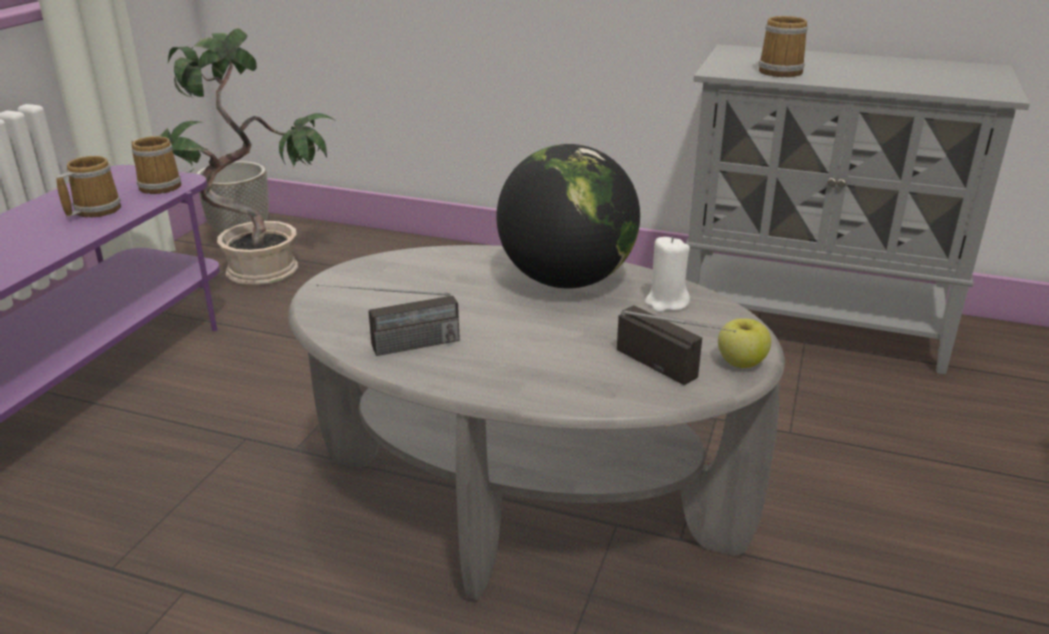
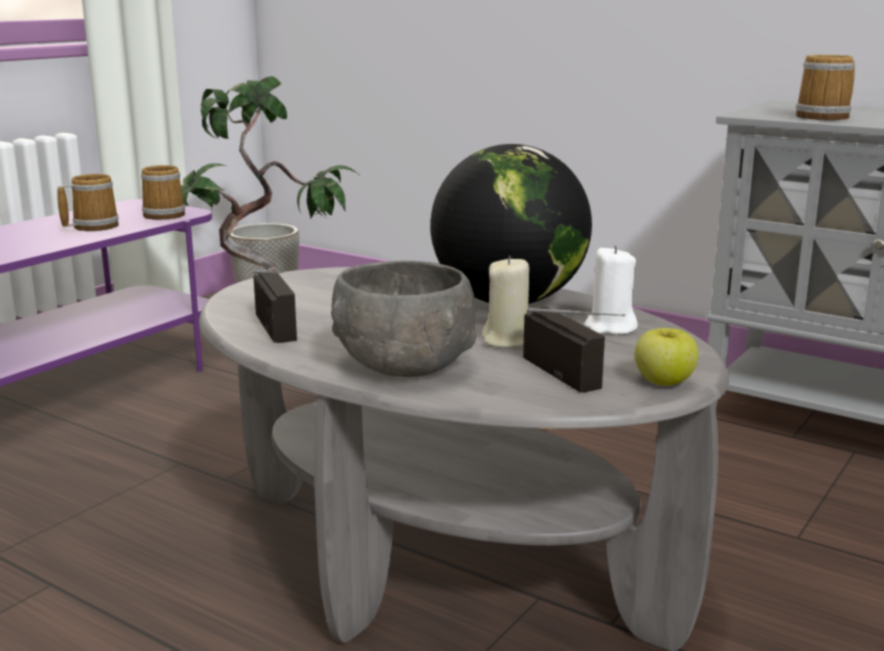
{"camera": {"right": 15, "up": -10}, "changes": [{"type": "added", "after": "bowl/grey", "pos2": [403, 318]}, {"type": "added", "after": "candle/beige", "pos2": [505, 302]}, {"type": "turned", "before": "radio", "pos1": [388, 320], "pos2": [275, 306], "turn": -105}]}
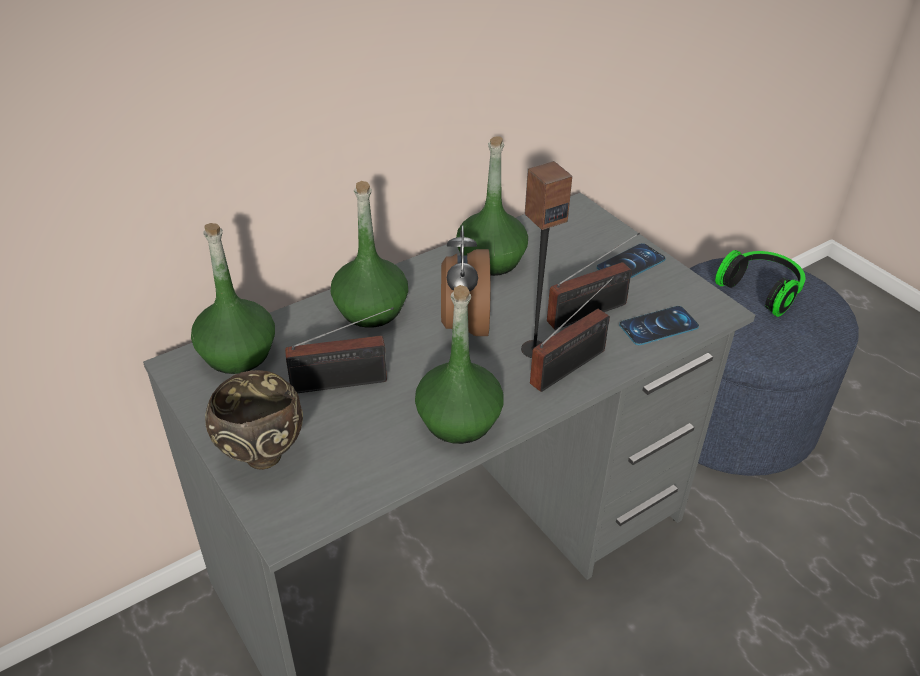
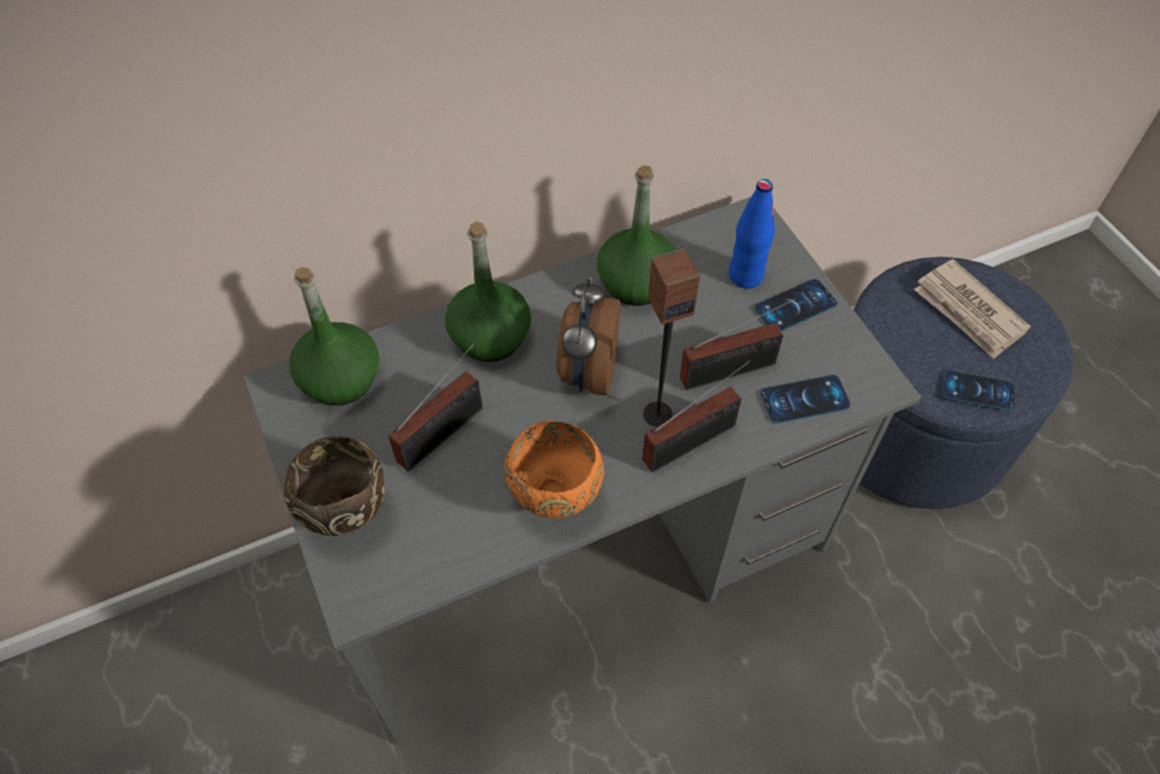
{"camera": {"right": 10, "up": 15}, "changes": [{"type": "added", "after": "bottle/blue", "pos2": [752, 234]}, {"type": "added", "after": "phone", "pos2": [979, 390]}, {"type": "replaced", "before": "bottle/green", "after": "bowl/orange", "pos1": [459, 364], "pos2": [554, 469]}, {"type": "replaced", "before": "headphones", "after": "newspaper", "pos1": [760, 283], "pos2": [972, 309]}, {"type": "turned", "before": "radio", "pos1": [339, 350], "pos2": [435, 406], "turn": -45}]}
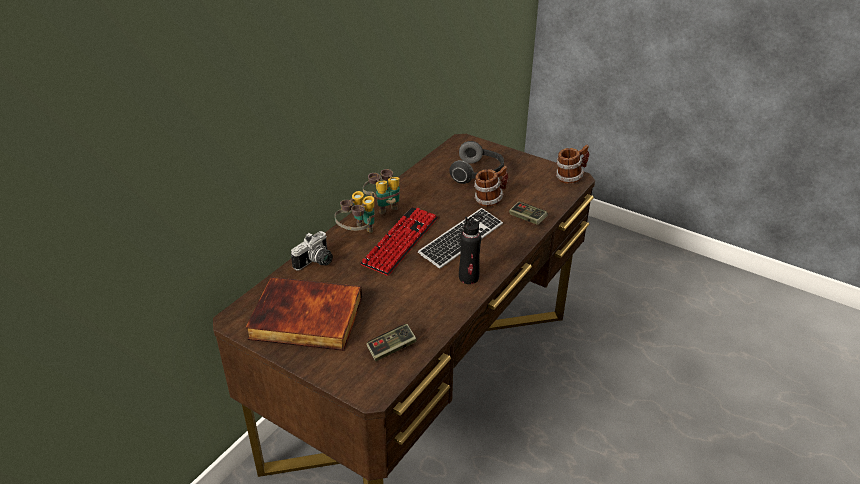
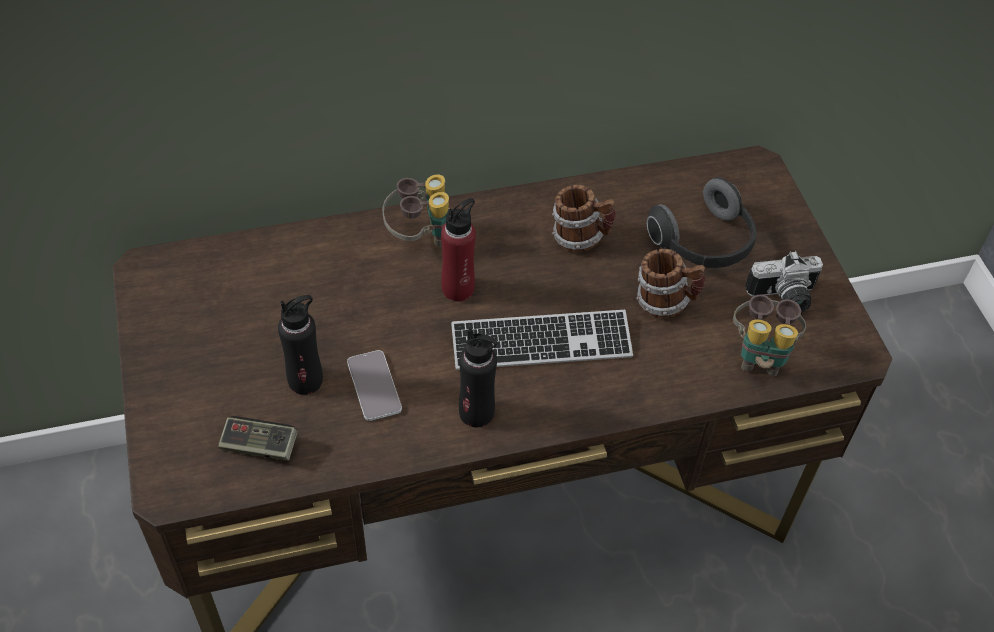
{"camera": {"right": 40, "up": 15}, "changes": [{"type": "removed", "before": "book", "pos1": [304, 314]}, {"type": "removed", "before": "game controller", "pos1": [528, 213]}, {"type": "added", "after": "bottle/black", "pos2": [300, 345]}, {"type": "added", "after": "phone", "pos2": [374, 385]}, {"type": "moved", "before": "photo camera", "pos1": [312, 250], "pos2": [784, 281]}, {"type": "moved", "before": "binoculars", "pos1": [381, 191], "pos2": [769, 335]}, {"type": "moved", "before": "mug", "pos1": [572, 164], "pos2": [584, 218]}, {"type": "replaced", "before": "keyboard", "after": "bottle/red", "pos1": [399, 241], "pos2": [458, 250]}]}
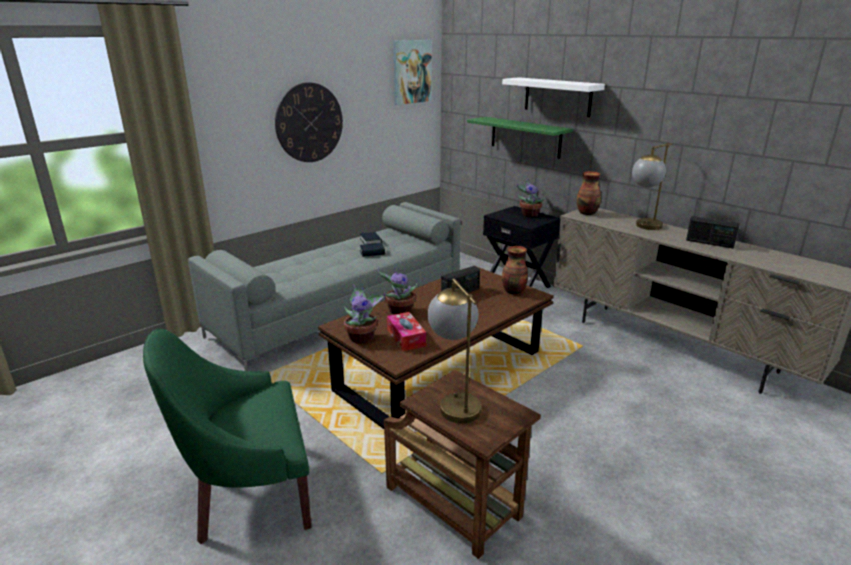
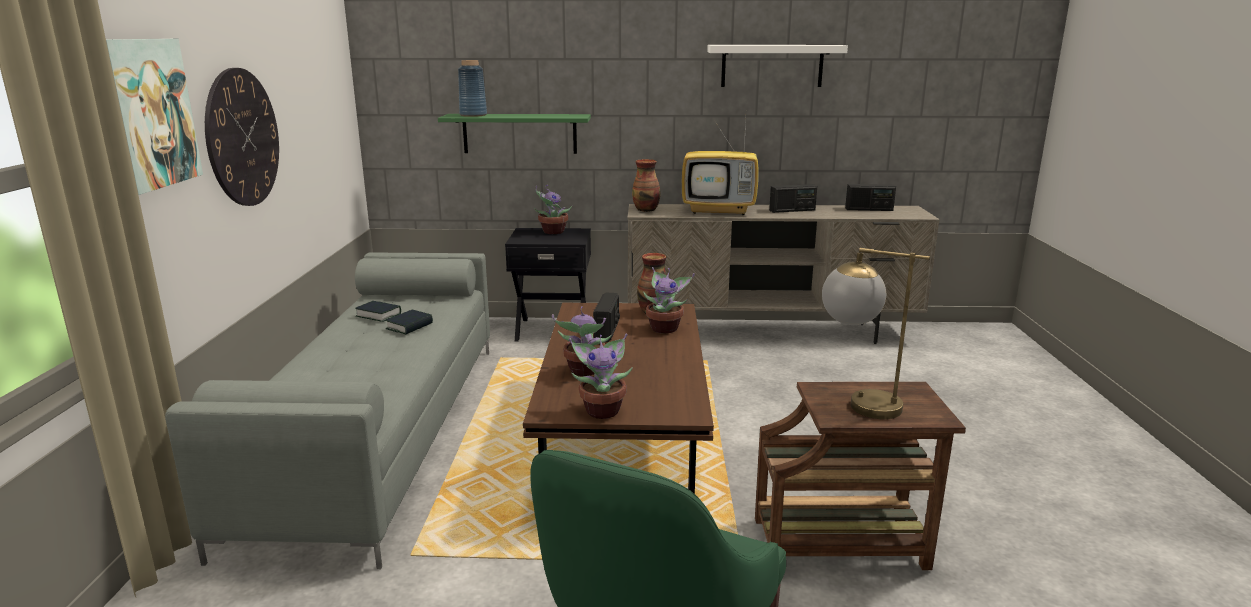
{"camera": {"right": -45, "up": -5}, "changes": [{"type": "removed", "before": "tissue box", "pos1": [406, 331]}, {"type": "added", "after": "vase/blue", "pos2": [472, 88]}, {"type": "added", "after": "potted plant", "pos2": [669, 300]}, {"type": "added", "after": "radio", "pos2": [870, 197]}, {"type": "moved", "before": "picture", "pos1": [412, 72], "pos2": [154, 117]}, {"type": "moved", "before": "shelf/white", "pos1": [553, 97], "pos2": [777, 66]}, {"type": "replaced", "before": "table lamp", "after": "television", "pos1": [652, 186], "pos2": [720, 167]}]}
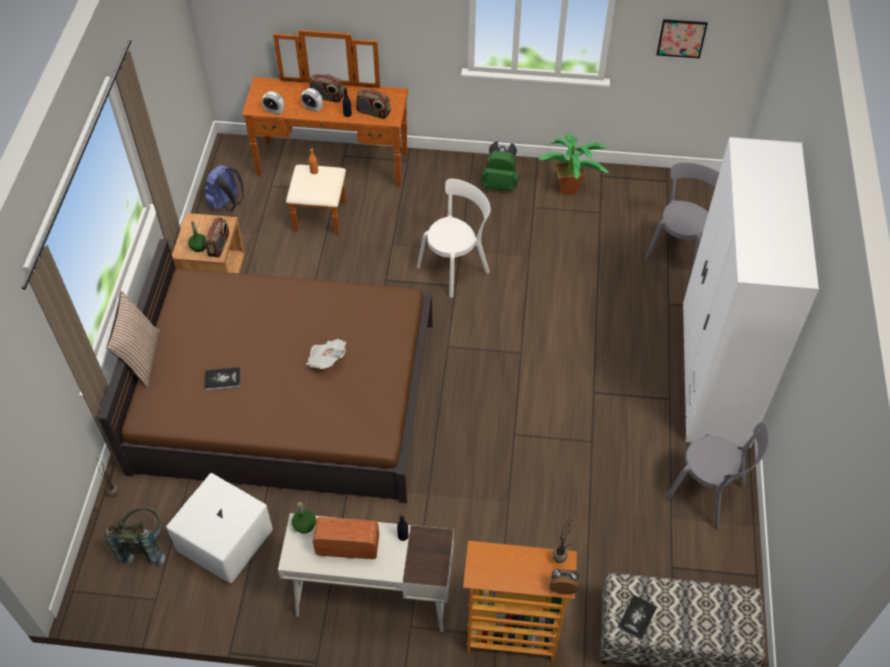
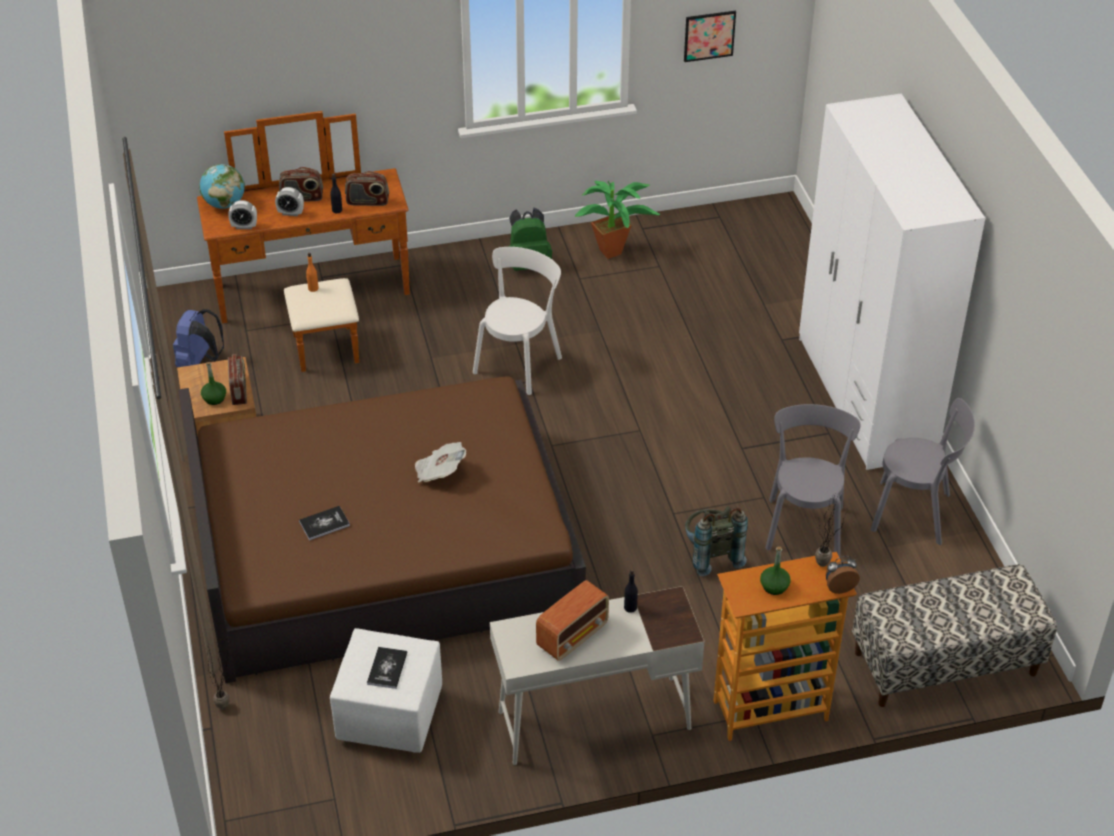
{"camera": {"right": -20, "up": -10}, "changes": [{"type": "removed", "before": "pillow", "pos1": [133, 338]}, {"type": "added", "after": "globe", "pos2": [222, 186]}, {"type": "moved", "before": "backpack/grey", "pos1": [135, 536], "pos2": [716, 541]}, {"type": "moved", "before": "bottle/green", "pos1": [304, 518], "pos2": [775, 570]}, {"type": "moved", "before": "book", "pos1": [637, 617], "pos2": [387, 668]}, {"type": "moved", "before": "chair/grey", "pos1": [682, 217], "pos2": [813, 480]}, {"type": "turned", "before": "radio", "pos1": [346, 538], "pos2": [572, 620], "turn": 150}]}
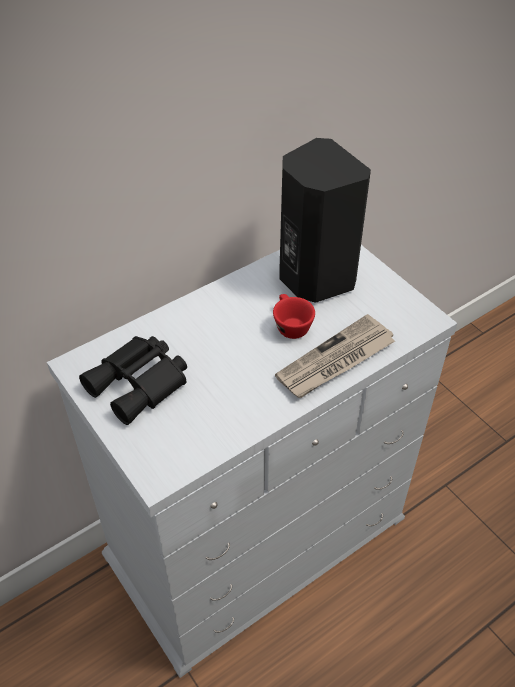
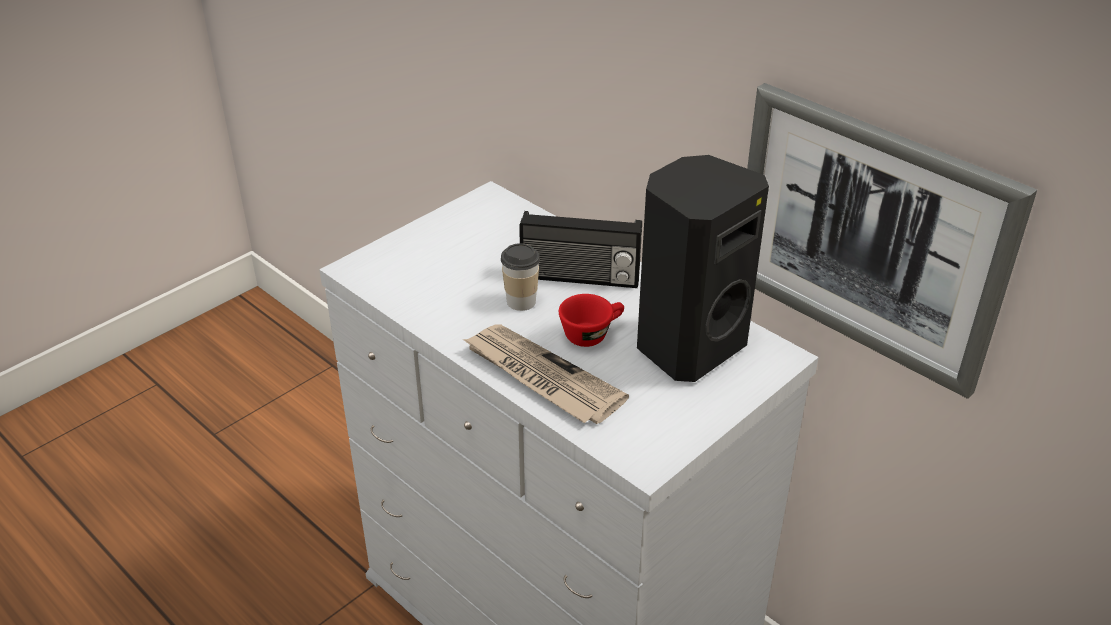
{"camera": {"right": 80, "up": -10}, "changes": [{"type": "removed", "before": "binoculars/black", "pos1": [133, 380]}, {"type": "added", "after": "cup", "pos2": [520, 277]}, {"type": "added", "after": "radio", "pos2": [580, 249]}, {"type": "added", "after": "picture", "pos2": [892, 241]}]}
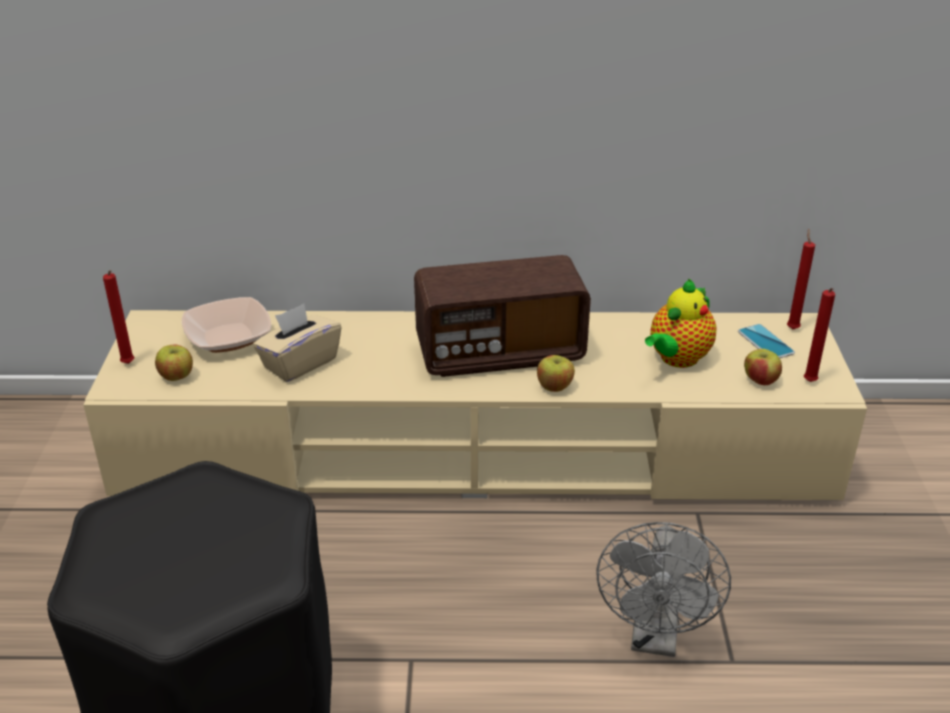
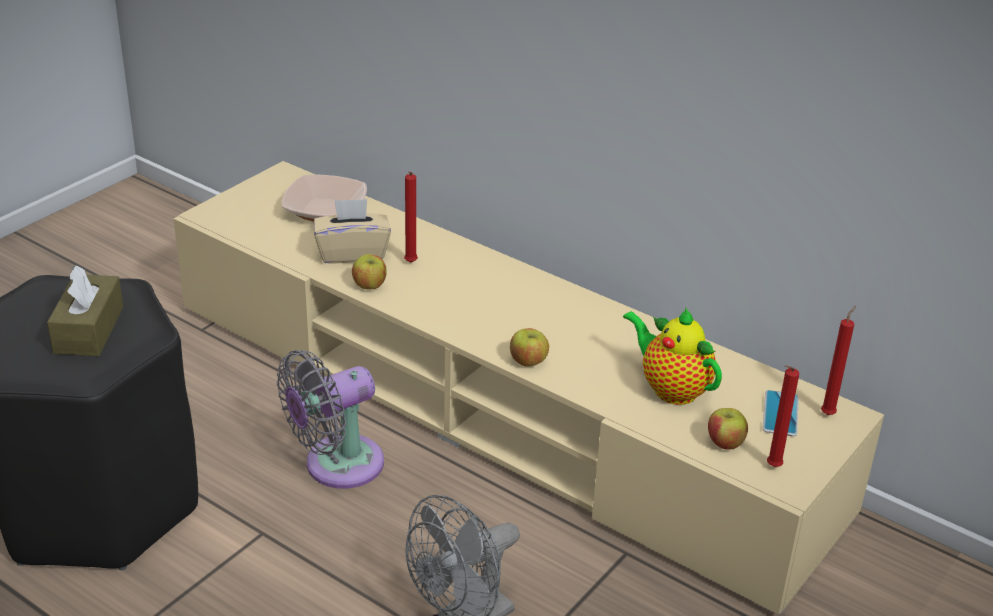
{"camera": {"right": 35, "up": 0}, "changes": [{"type": "removed", "before": "radio", "pos1": [502, 316]}, {"type": "added", "after": "tissue box/brown", "pos2": [85, 311]}, {"type": "added", "after": "fan/grey", "pos2": [330, 419]}, {"type": "moved", "before": "candle/red", "pos1": [118, 317], "pos2": [411, 217]}, {"type": "moved", "before": "apple", "pos1": [174, 363], "pos2": [369, 271]}, {"type": "turned", "before": "teapot", "pos1": [680, 323], "pos2": [672, 356], "turn": 60}]}
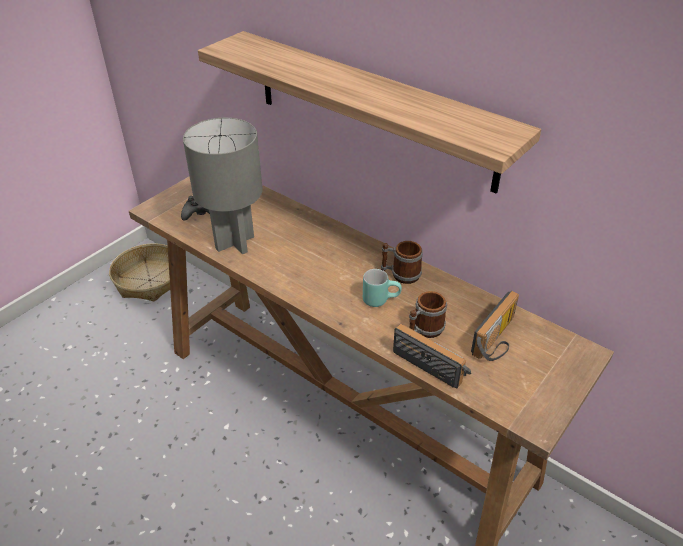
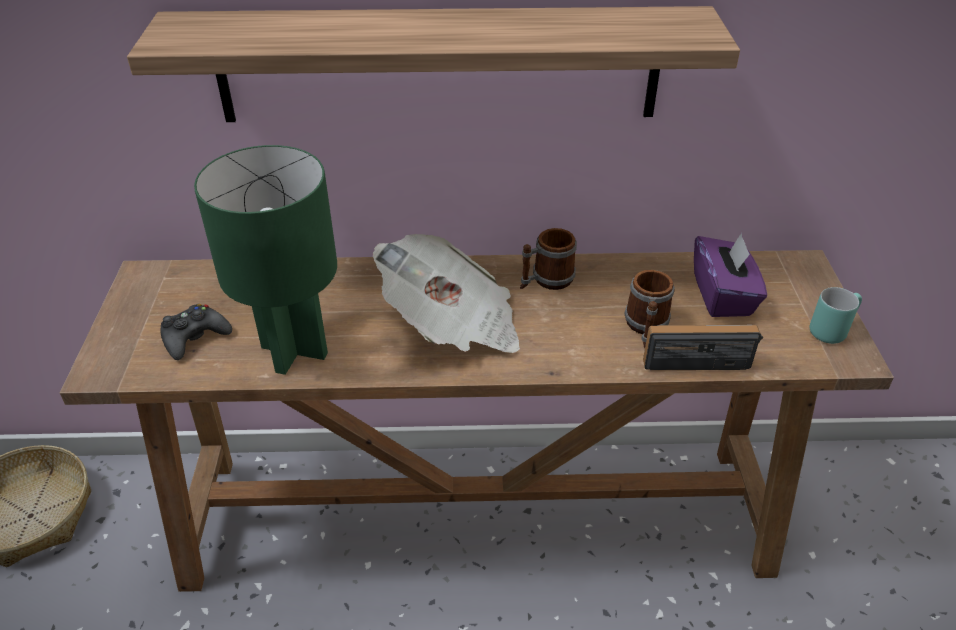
{"camera": {"right": -40, "up": 0}, "changes": [{"type": "added", "after": "newspaper", "pos2": [446, 293]}, {"type": "moved", "before": "mug/turquoise", "pos1": [382, 288], "pos2": [836, 315]}, {"type": "replaced", "before": "radio", "after": "tissue box/purple", "pos1": [495, 326], "pos2": [730, 275]}, {"type": "recoloured", "before": "table lamp/grey", "after": "table lamp/green", "pos1": [222, 186], "pos2": [265, 260]}]}
